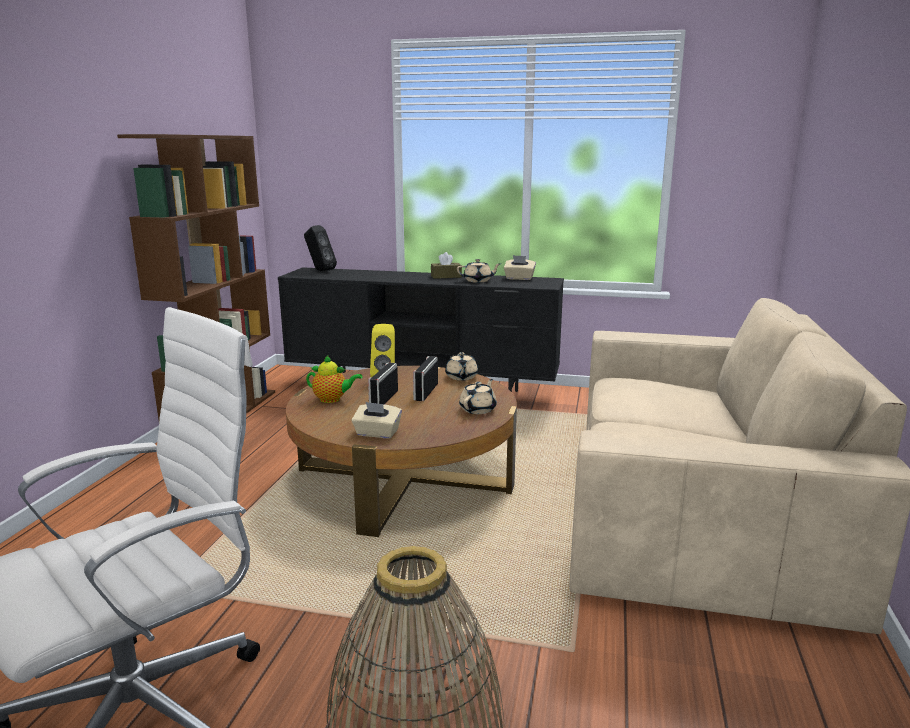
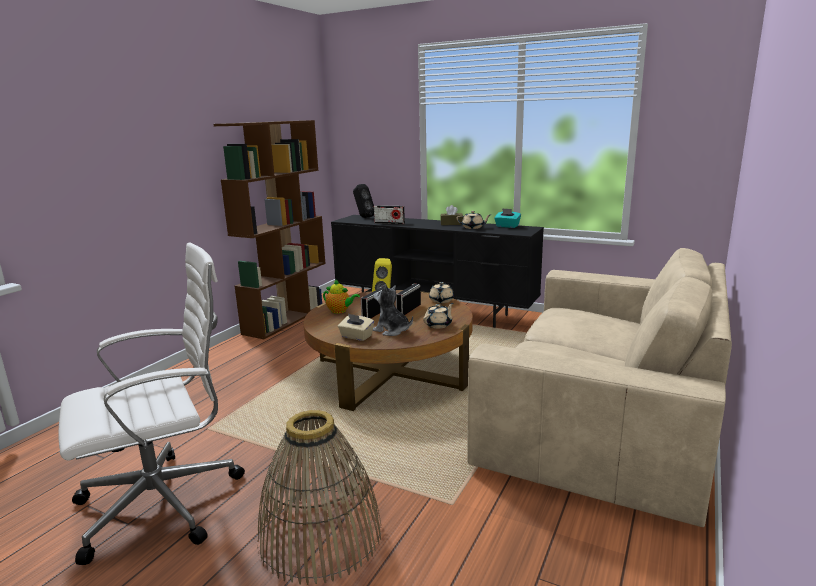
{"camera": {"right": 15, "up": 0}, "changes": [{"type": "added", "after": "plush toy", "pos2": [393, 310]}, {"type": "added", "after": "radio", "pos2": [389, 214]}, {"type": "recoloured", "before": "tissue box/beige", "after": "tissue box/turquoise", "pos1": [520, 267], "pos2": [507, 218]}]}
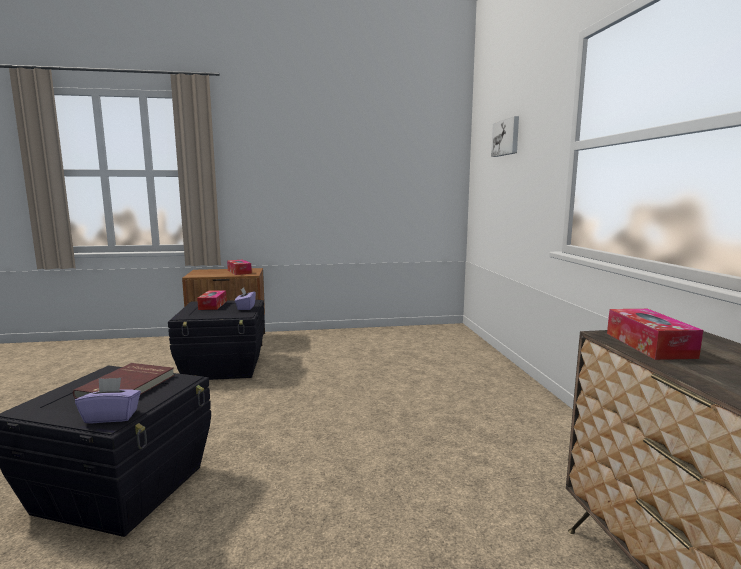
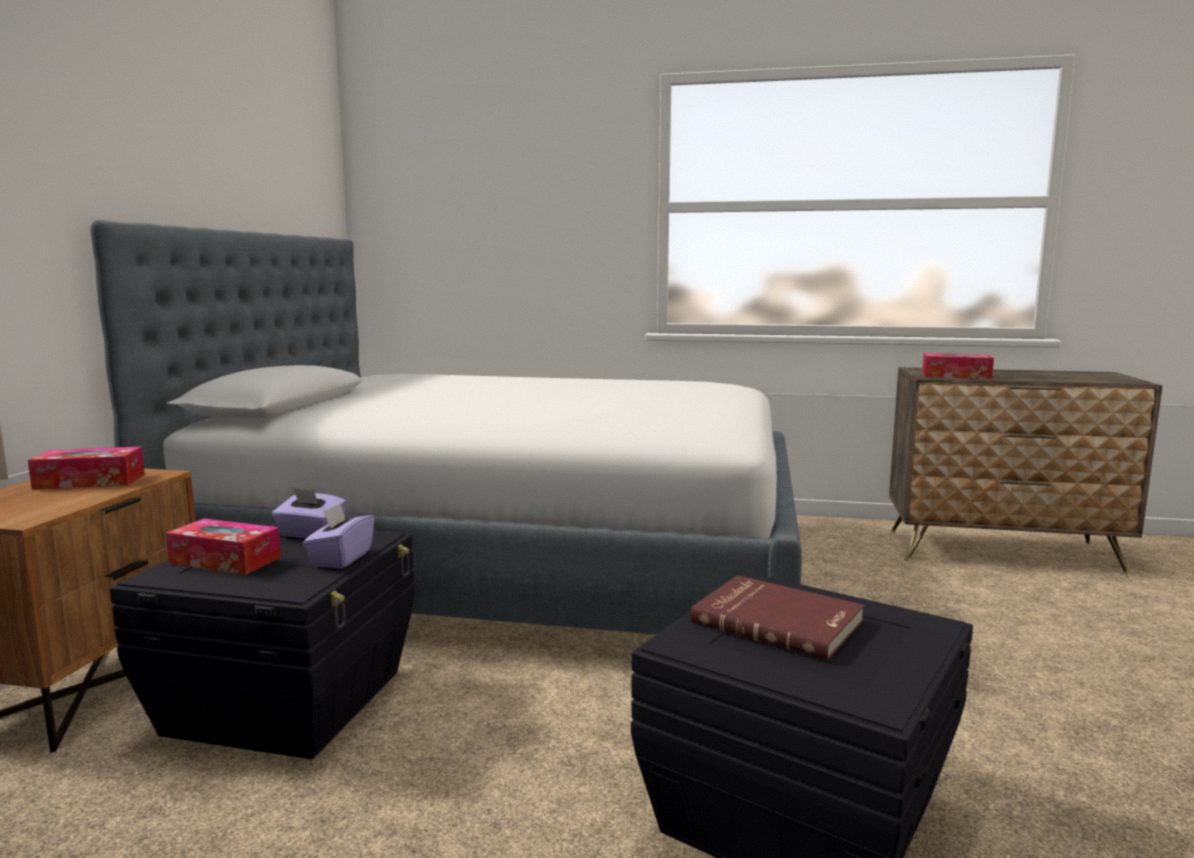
{"camera": {"right": -70, "up": 0}, "changes": [{"type": "removed", "before": "picture", "pos1": [505, 136]}, {"type": "added", "after": "bed", "pos2": [446, 427]}, {"type": "moved", "before": "tissue box/purple", "pos1": [108, 400], "pos2": [339, 535]}]}
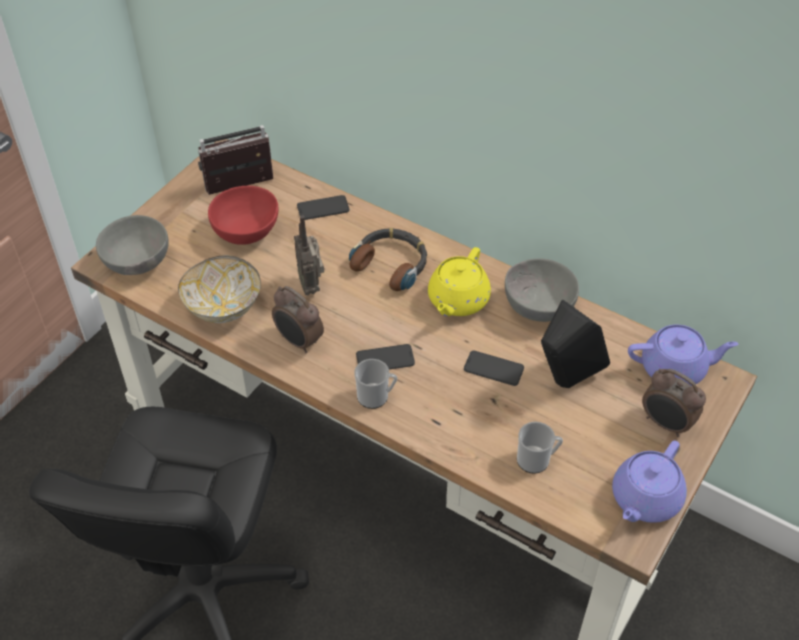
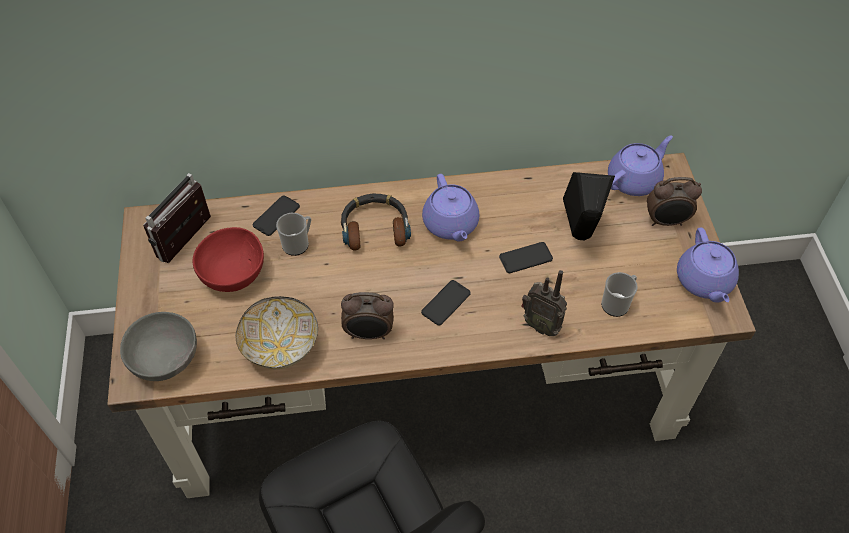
{"camera": {"right": -40, "up": 5}, "changes": [{"type": "removed", "before": "bowl/grey", "pos1": [542, 290]}, {"type": "moved", "before": "radio", "pos1": [309, 255], "pos2": [544, 303]}, {"type": "moved", "before": "mug", "pos1": [375, 384], "pos2": [293, 234]}, {"type": "recoloured", "before": "teapot/yellow", "after": "teapot/purple", "pos1": [459, 281], "pos2": [450, 208]}]}
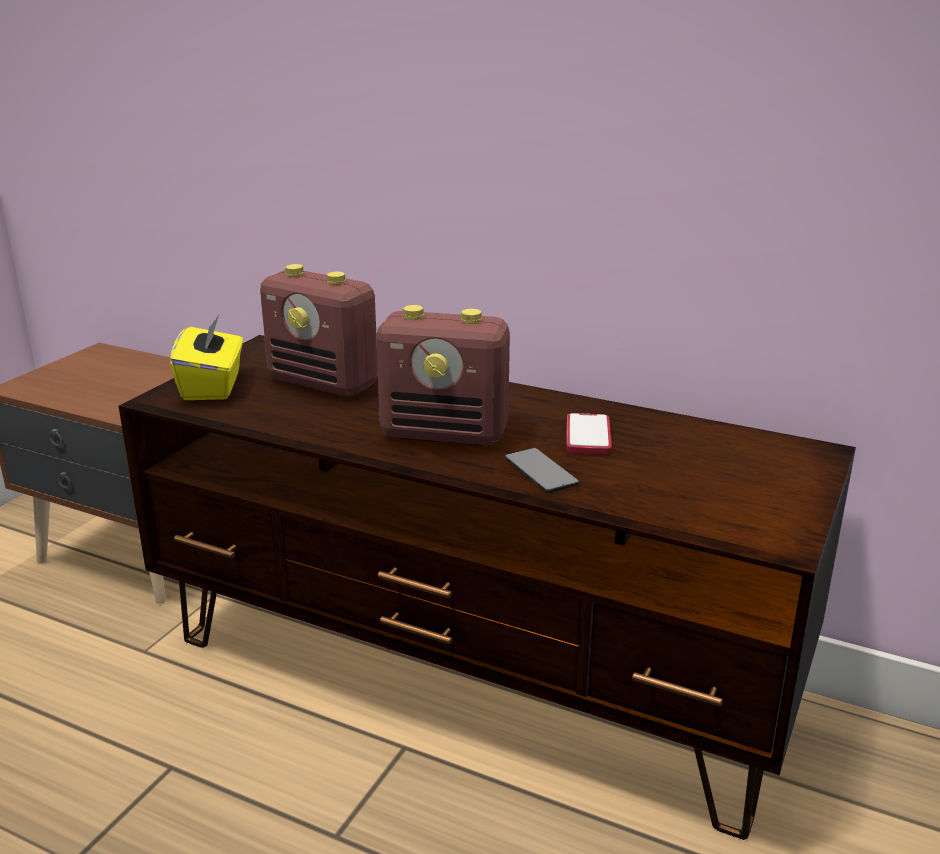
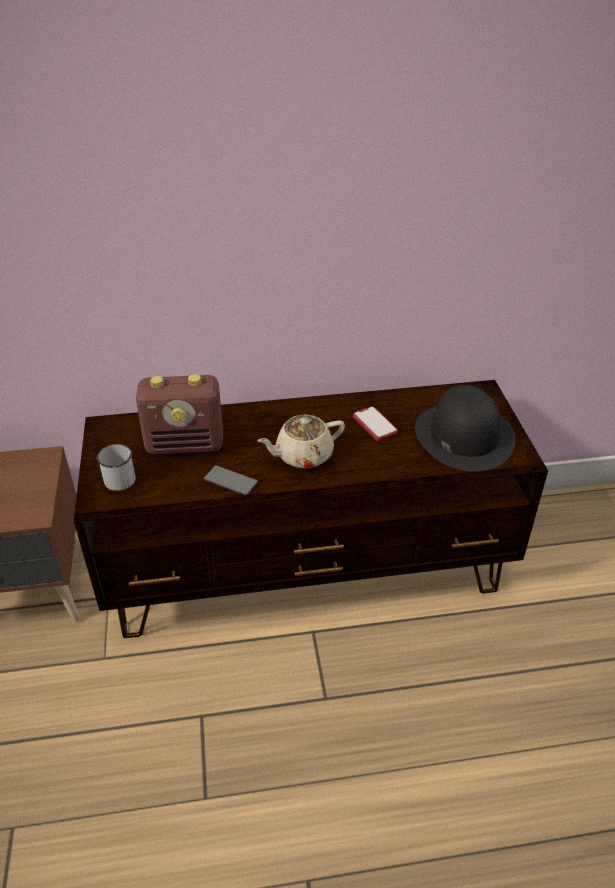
{"camera": {"right": -35, "up": 15}, "changes": [{"type": "added", "after": "hat/black", "pos2": [465, 428]}, {"type": "moved", "before": "phone", "pos1": [542, 470], "pos2": [230, 480]}, {"type": "replaced", "before": "tissue box/yellow", "after": "mug/white", "pos1": [206, 357], "pos2": [116, 467]}, {"type": "replaced", "before": "radio", "after": "teapot/beige", "pos1": [443, 375], "pos2": [301, 442]}]}
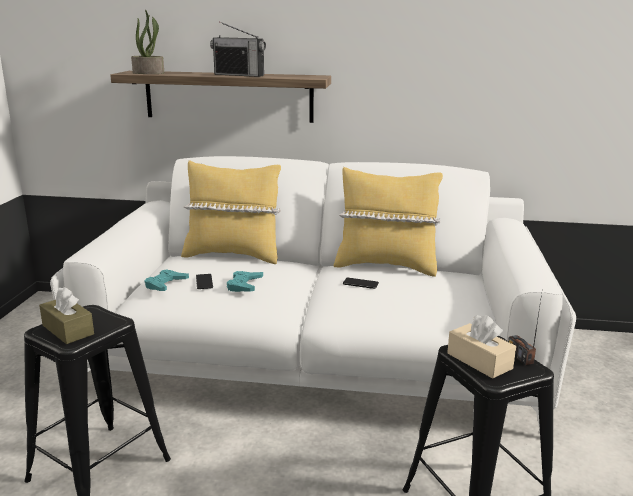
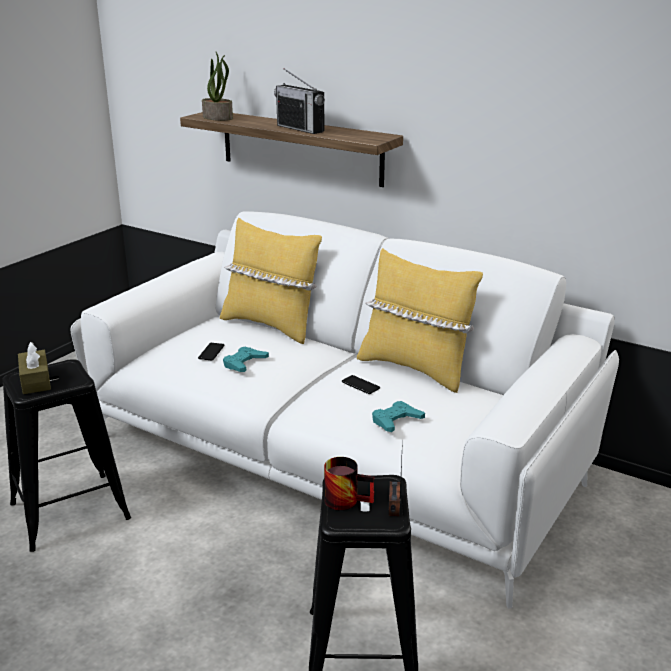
{"camera": {"right": 25, "up": 5}, "changes": [{"type": "moved", "before": "game controller/turquoise", "pos1": [167, 280], "pos2": [398, 416]}, {"type": "replaced", "before": "tissue box/beige", "after": "mug", "pos1": [481, 347], "pos2": [349, 483]}]}
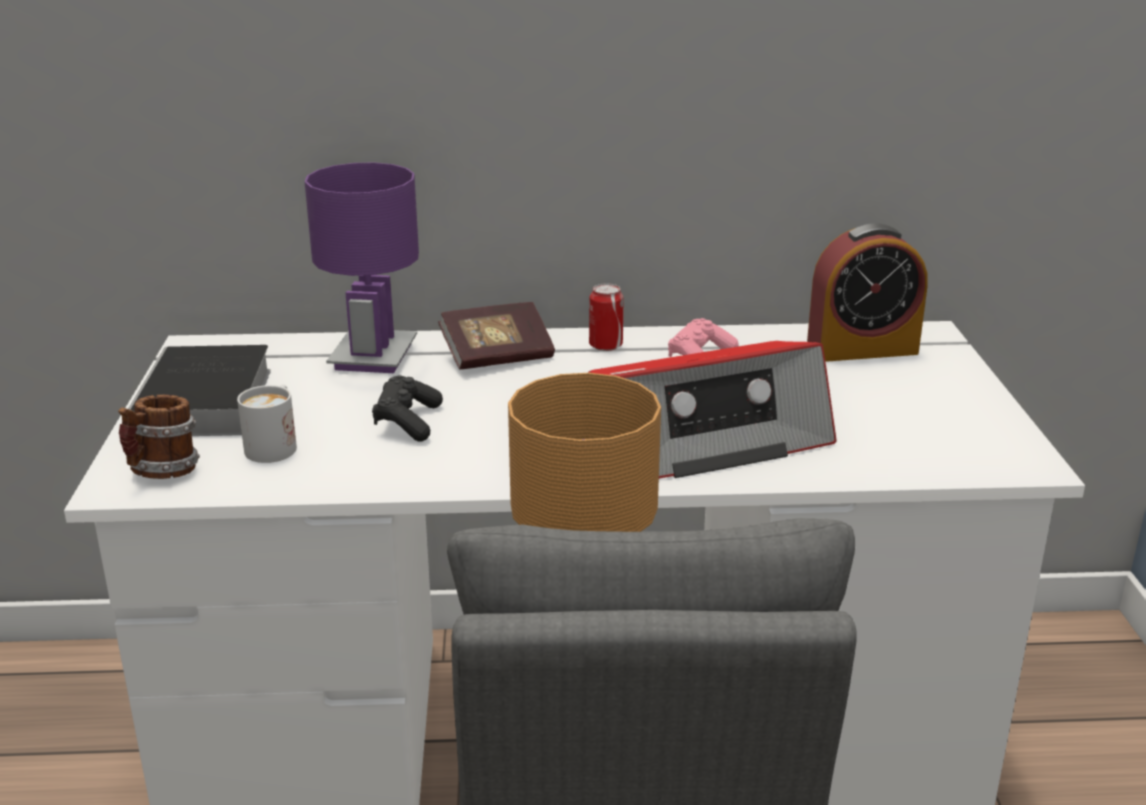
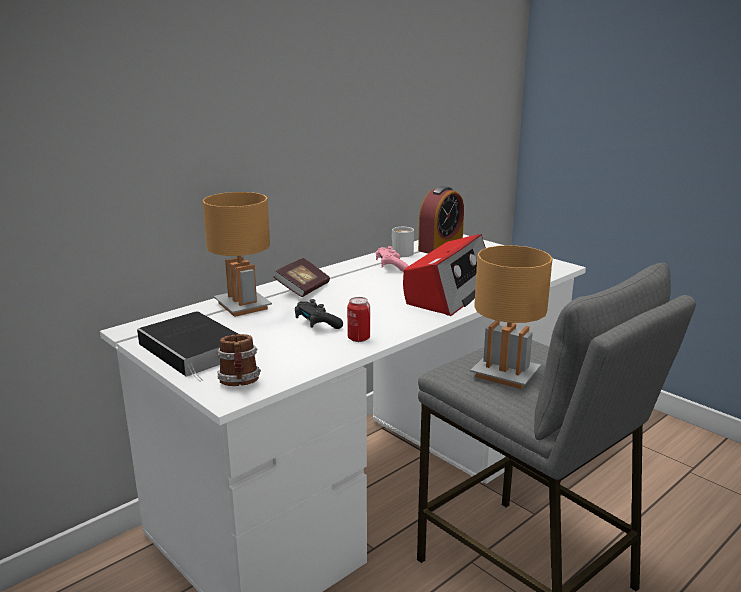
{"camera": {"right": -40, "up": -5}, "changes": [{"type": "moved", "before": "mug/white", "pos1": [267, 424], "pos2": [403, 242]}, {"type": "moved", "before": "can", "pos1": [606, 317], "pos2": [358, 319]}, {"type": "recoloured", "before": "table lamp/purple", "after": "table lamp/brown", "pos1": [362, 267], "pos2": [237, 254]}]}
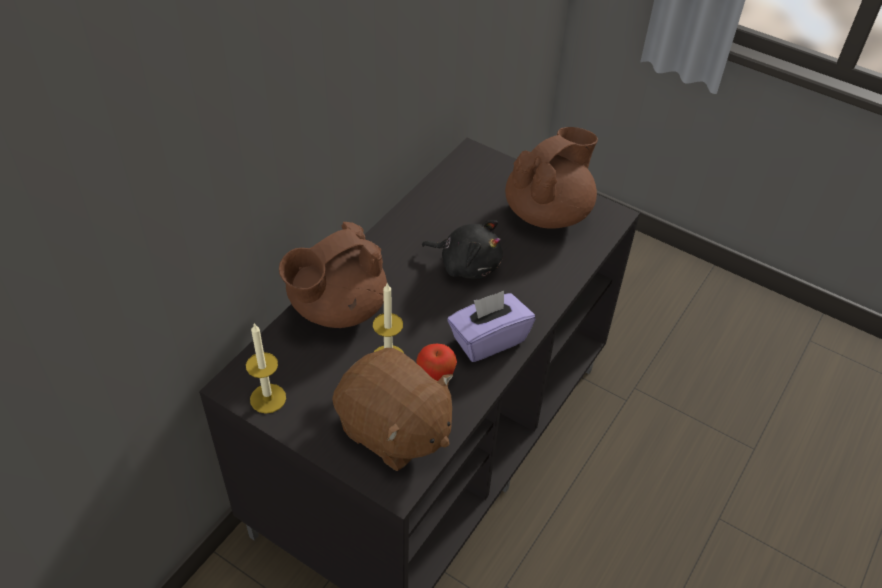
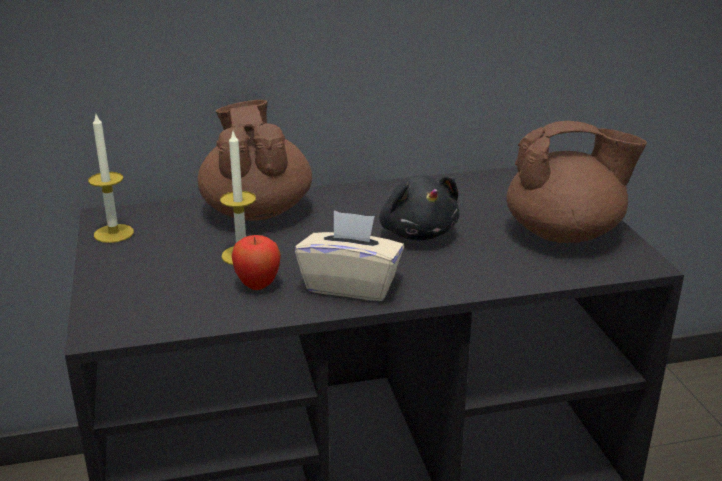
{"camera": {"right": 45, "up": -20}, "changes": [{"type": "removed", "before": "plush toy/brown", "pos1": [392, 409]}, {"type": "recoloured", "before": "tissue box/purple", "after": "tissue box/beige", "pos1": [491, 326], "pos2": [349, 255]}, {"type": "turned", "before": "teapot/brown", "pos1": [333, 275], "pos2": [255, 160], "turn": 75}]}
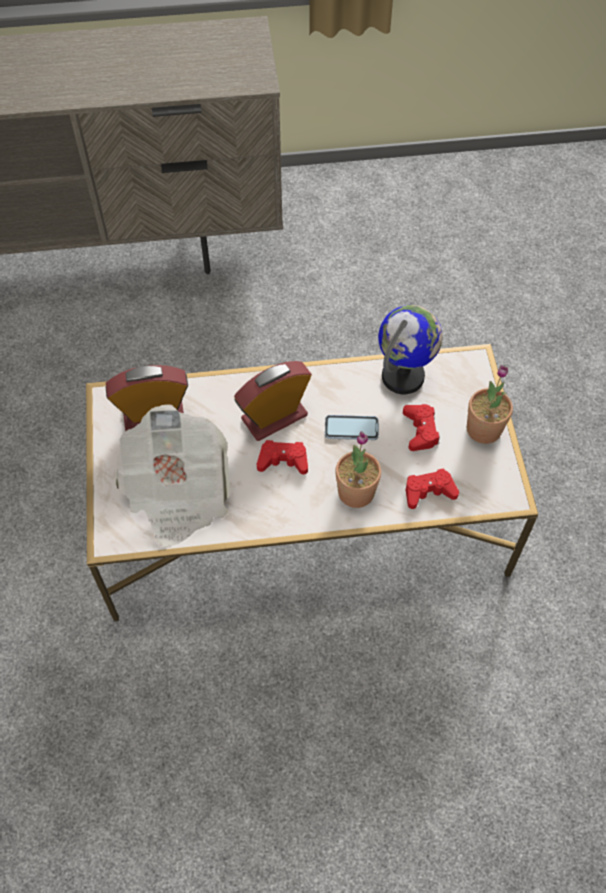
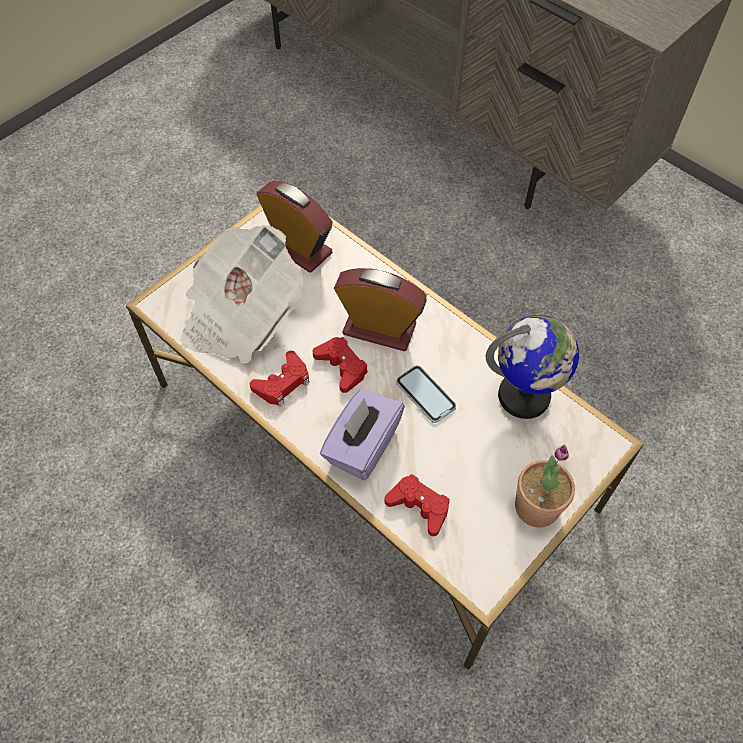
{"camera": {"right": 50, "up": 0}, "changes": [{"type": "moved", "before": "game controller/red", "pos1": [421, 427], "pos2": [280, 379]}, {"type": "replaced", "before": "potted plant", "after": "tissue box/purple", "pos1": [358, 469], "pos2": [362, 434]}]}
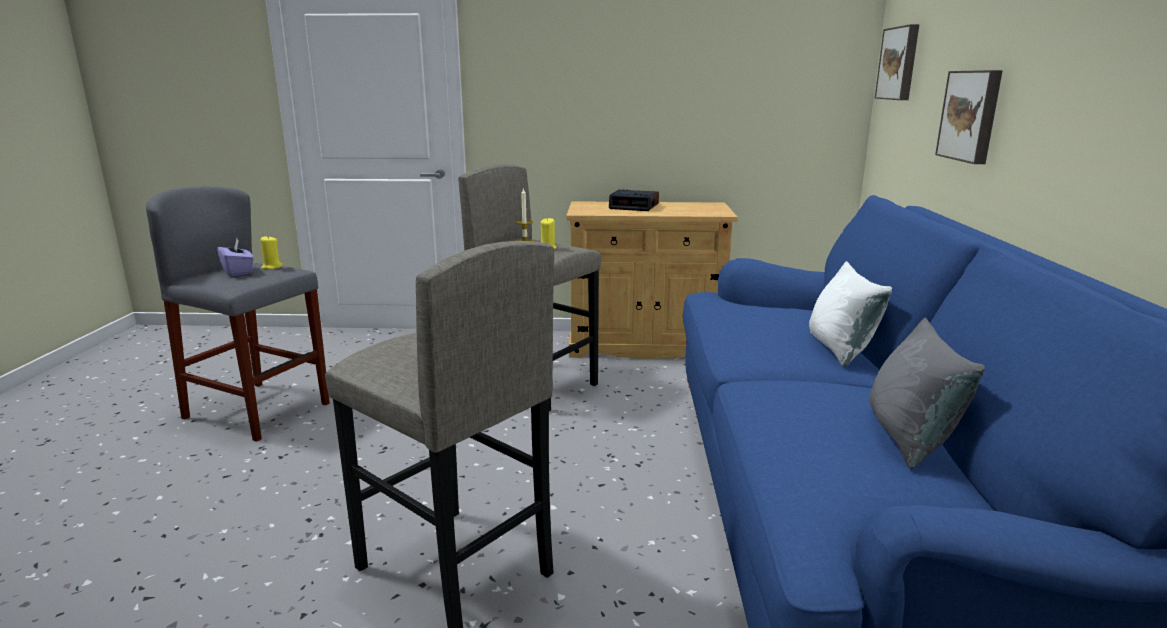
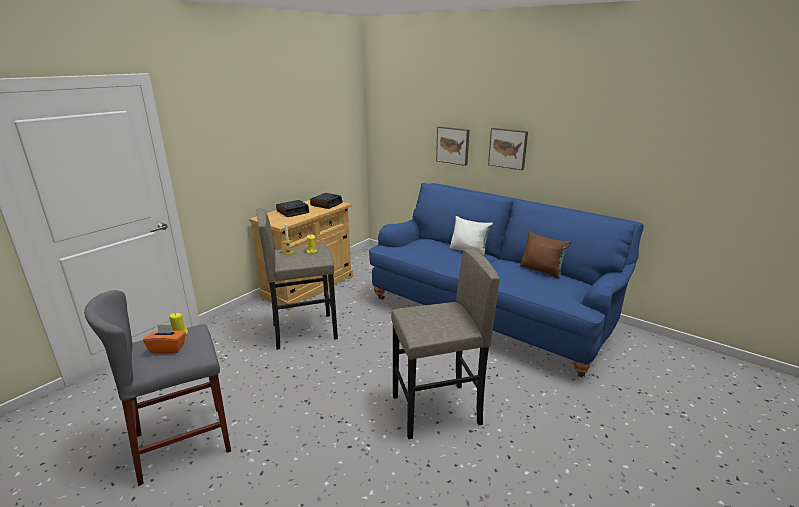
{"camera": {"right": -55, "up": 5}, "changes": [{"type": "added", "after": "alarm clock", "pos2": [326, 201]}, {"type": "moved", "before": "picture", "pos1": [897, 62], "pos2": [508, 149]}, {"type": "recoloured", "before": "tissue box/purple", "after": "tissue box/orange", "pos1": [235, 257], "pos2": [164, 339]}, {"type": "recoloured", "before": "pillow/grey", "after": "pillow/brown", "pos1": [927, 393], "pos2": [545, 255]}]}
